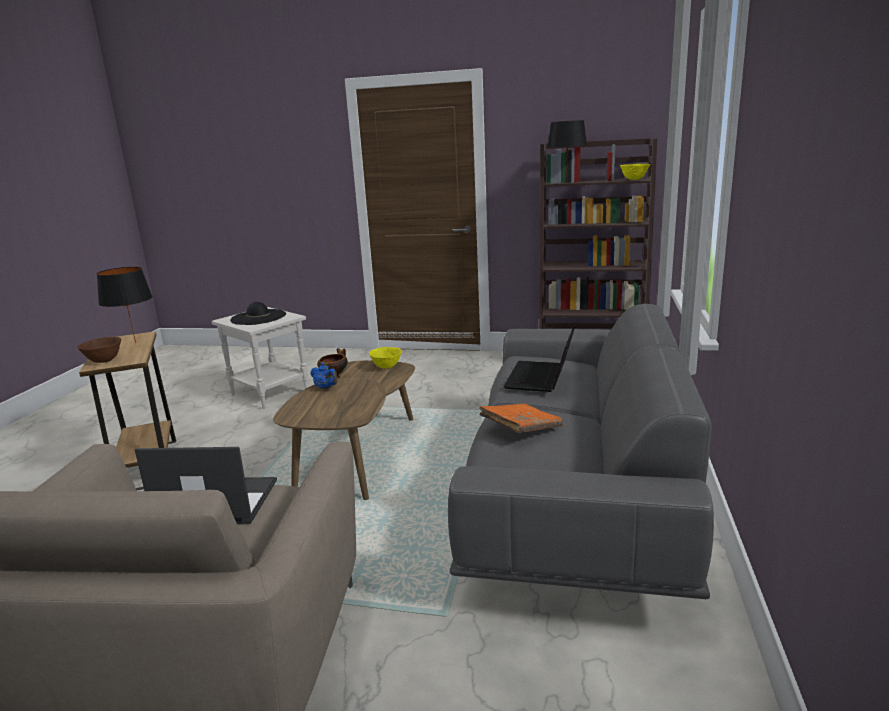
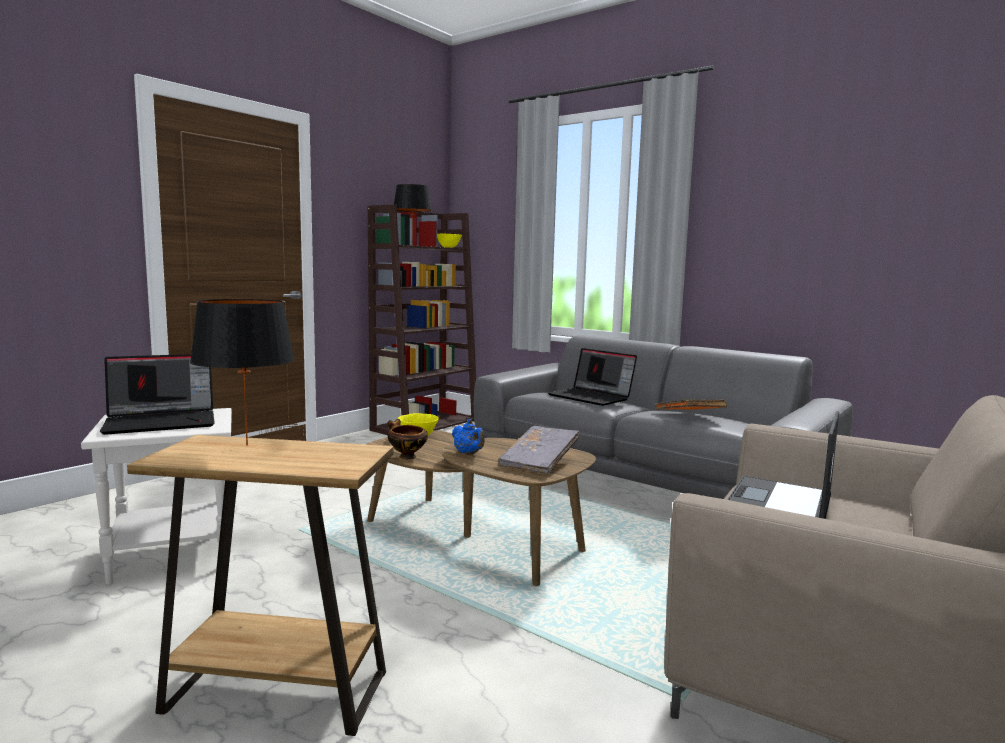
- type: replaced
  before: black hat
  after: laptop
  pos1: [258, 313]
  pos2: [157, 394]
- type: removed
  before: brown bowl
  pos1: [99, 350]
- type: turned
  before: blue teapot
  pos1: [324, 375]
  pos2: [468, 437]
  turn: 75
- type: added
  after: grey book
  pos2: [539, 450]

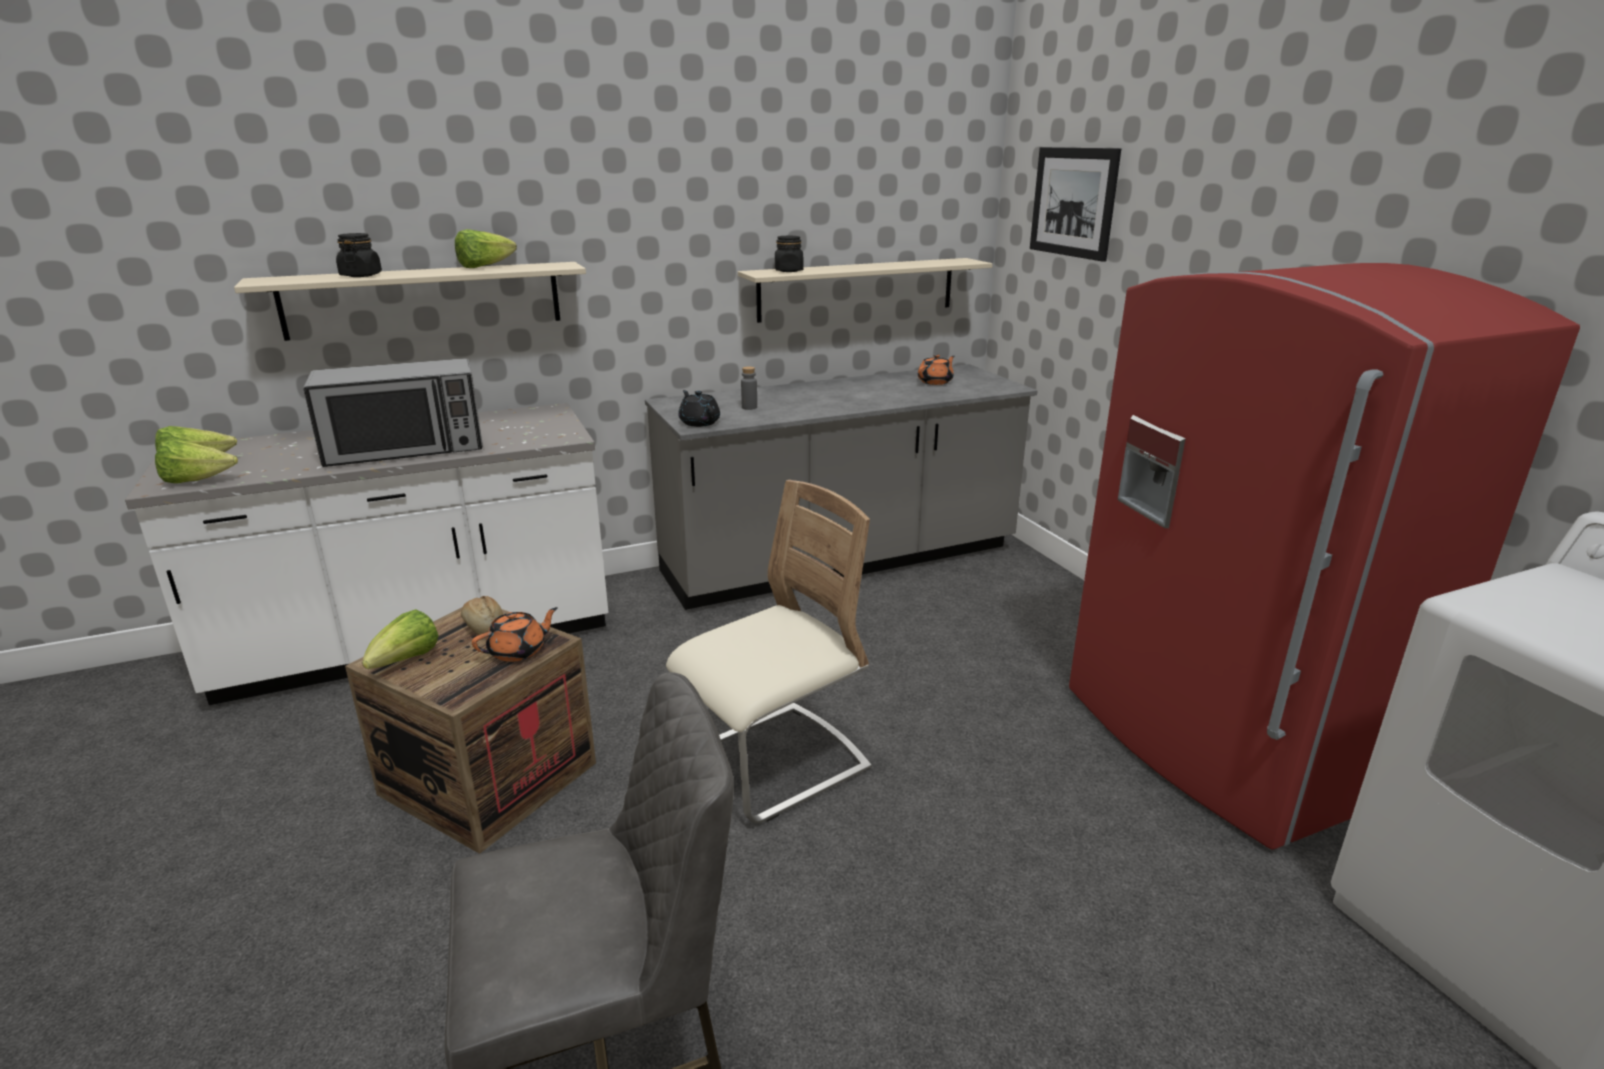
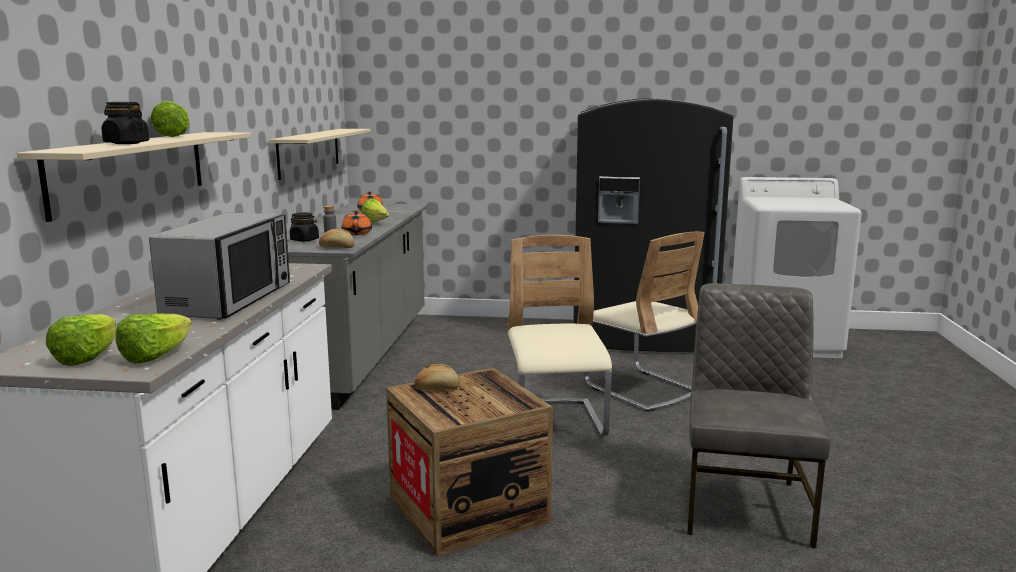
- type: removed
  before: picture
  pos1: [1075, 204]
- type: moved
  before: black jar
  pos1: [789, 254]
  pos2: [304, 227]
- type: recoloured
  before: red fridge
  after: black fridge
  pos1: [1324, 556]
  pos2: [653, 225]
- type: replaced
  before: black teapot
  after: bread
  pos1: [699, 408]
  pos2: [337, 238]
- type: moved
  before: orange teapot
  pos1: [515, 634]
  pos2: [357, 222]
- type: moved
  before: lettuce
  pos1: [400, 639]
  pos2: [376, 210]
- type: added
  after: beige chair
  pos2: [644, 322]

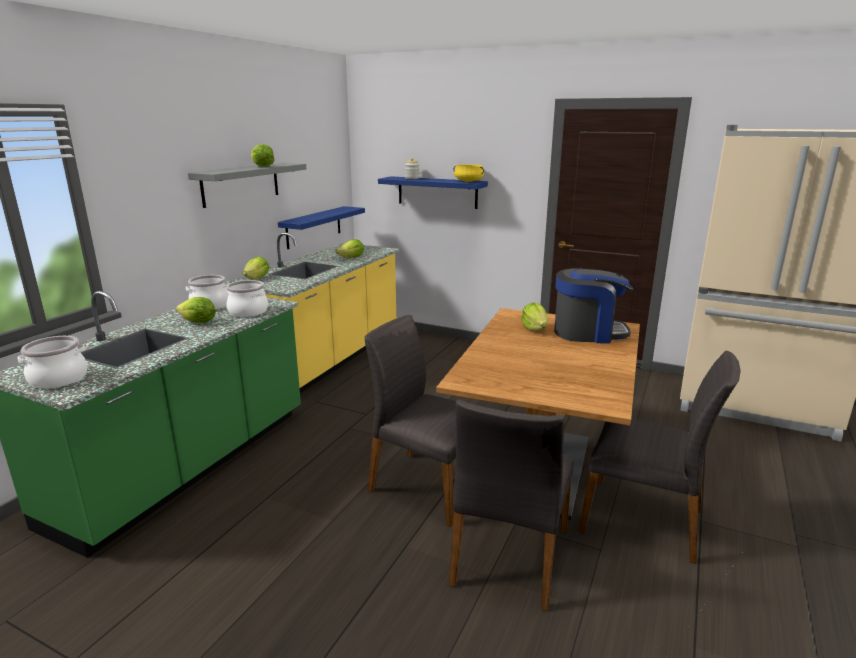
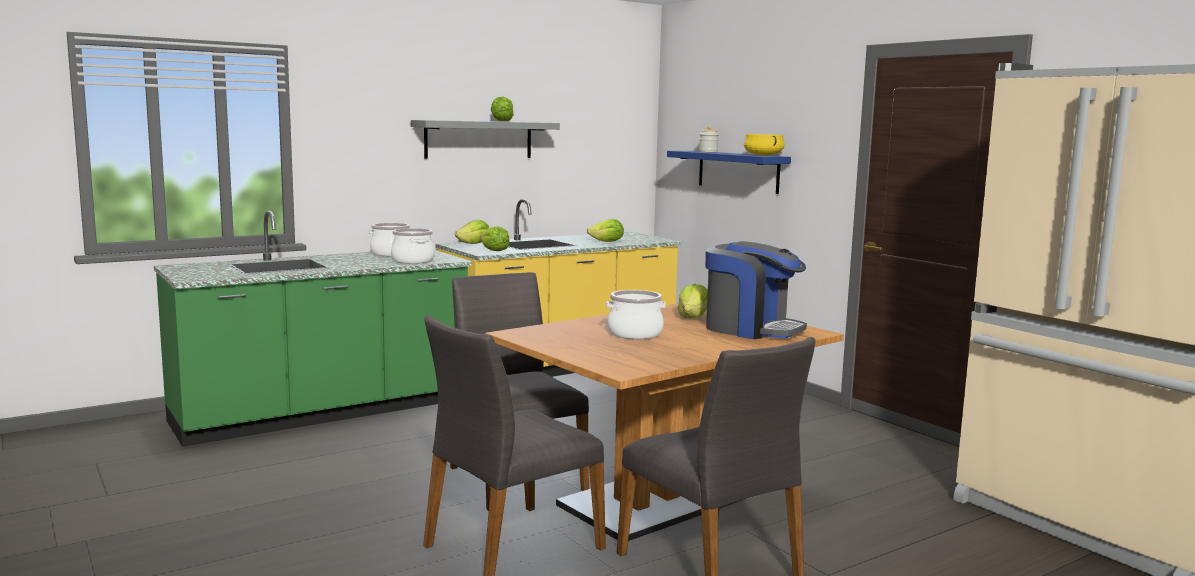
- type: removed
  before: blue shelf
  pos1: [321, 227]
- type: moved
  before: lettuce
  pos1: [196, 310]
  pos2: [495, 238]
- type: moved
  before: cooking pot
  pos1: [52, 362]
  pos2: [636, 314]

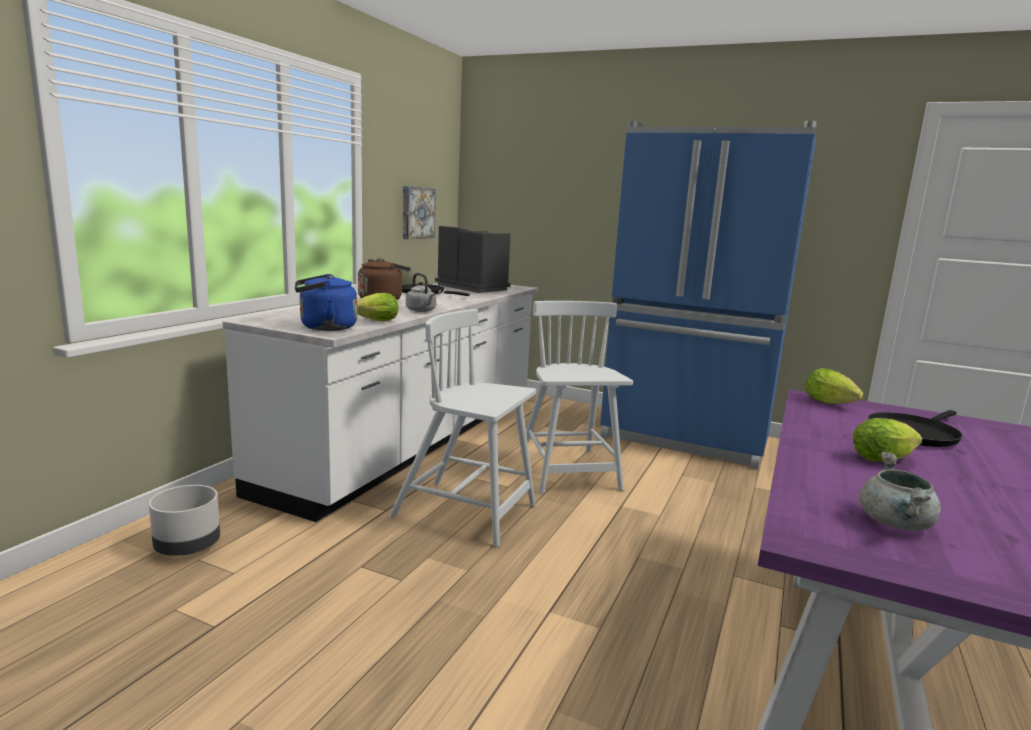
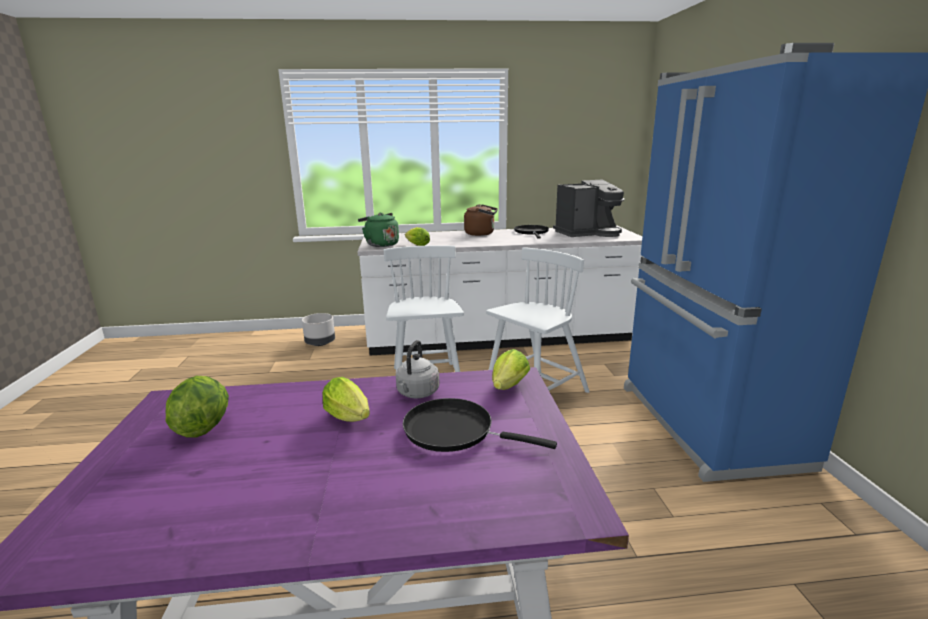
- type: removed
  before: picture
  pos1: [419, 212]
- type: turned
  before: coffee machine
  pos1: [473, 259]
  pos2: [588, 208]
  turn: 60
- type: moved
  before: grey kettle
  pos1: [421, 292]
  pos2: [418, 369]
- type: recoloured
  before: blue kettle
  after: green kettle
  pos1: [326, 302]
  pos2: [378, 230]
- type: replaced
  before: grey cooking pot
  after: lettuce
  pos1: [900, 491]
  pos2: [197, 407]

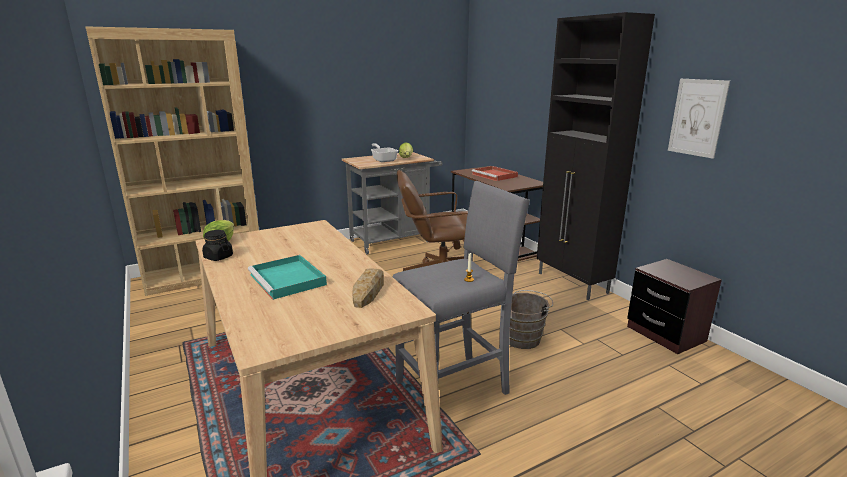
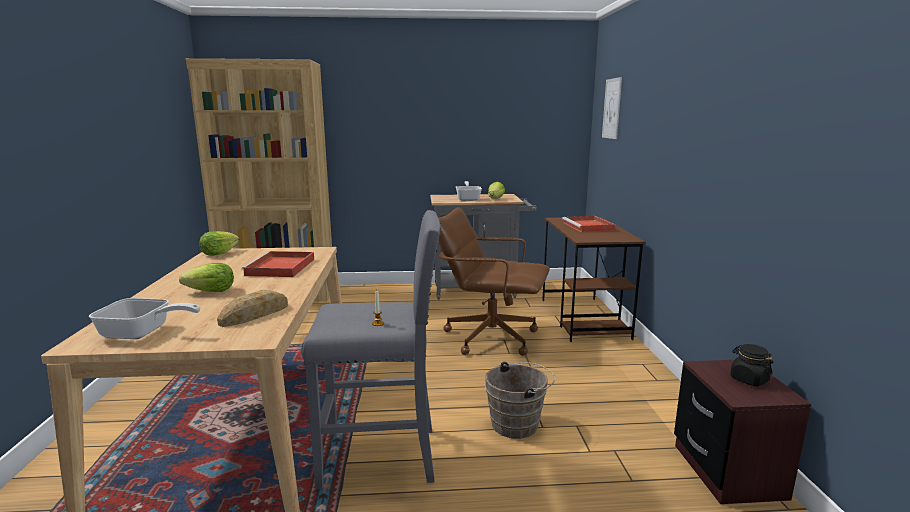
- type: removed
  before: black cabinet
  pos1: [596, 156]
- type: moved
  before: picture
  pos1: [699, 119]
  pos2: [612, 108]
- type: moved
  before: black jar
  pos1: [217, 245]
  pos2: [751, 365]
- type: replaced
  before: turquoise tray
  after: lettuce
  pos1: [287, 277]
  pos2: [206, 277]
- type: added
  after: red tray
  pos2: [277, 264]
- type: added
  after: frying pan
  pos2: [144, 318]

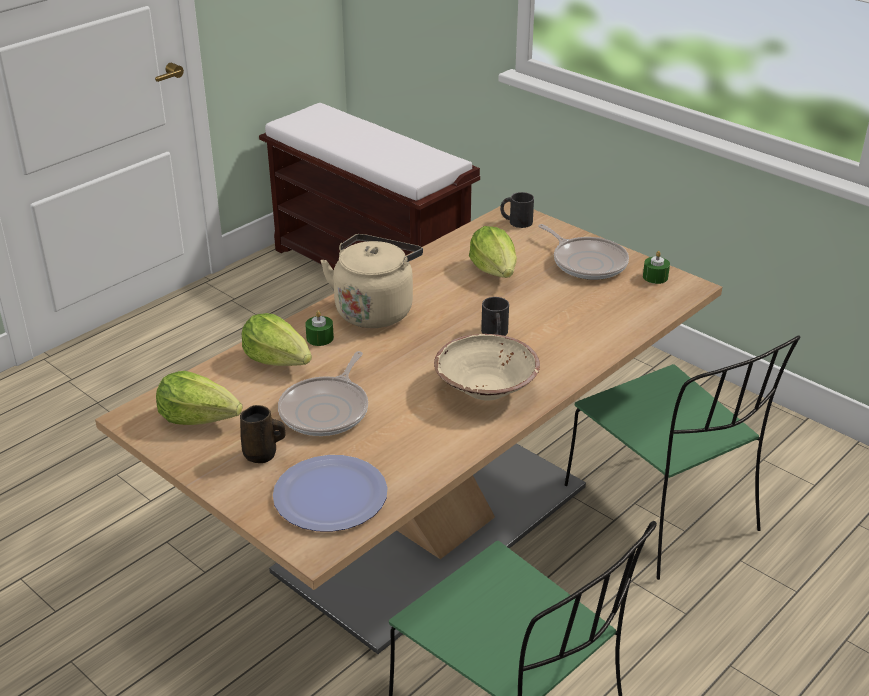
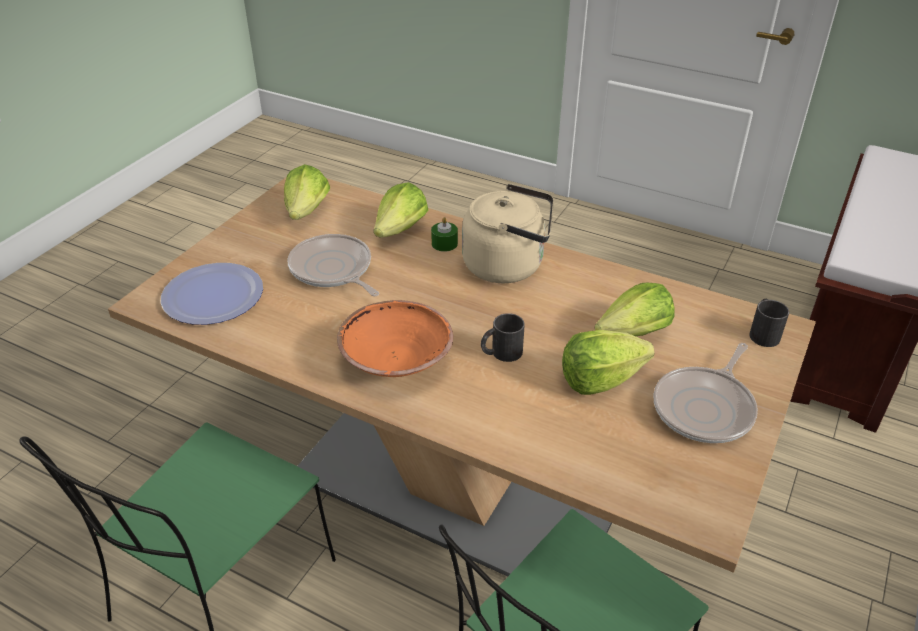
- type: removed
  before: green candle
  pos1: [656, 267]
- type: recoloured
  before: beige bowl
  after: orange bowl
  pos1: [487, 367]
  pos2: [395, 338]
- type: turned
  before: frying pan
  pos1: [323, 393]
  pos2: [333, 265]
  turn: 45
- type: removed
  before: brown mug
  pos1: [263, 434]
- type: added
  after: lettuce
  pos2: [608, 362]

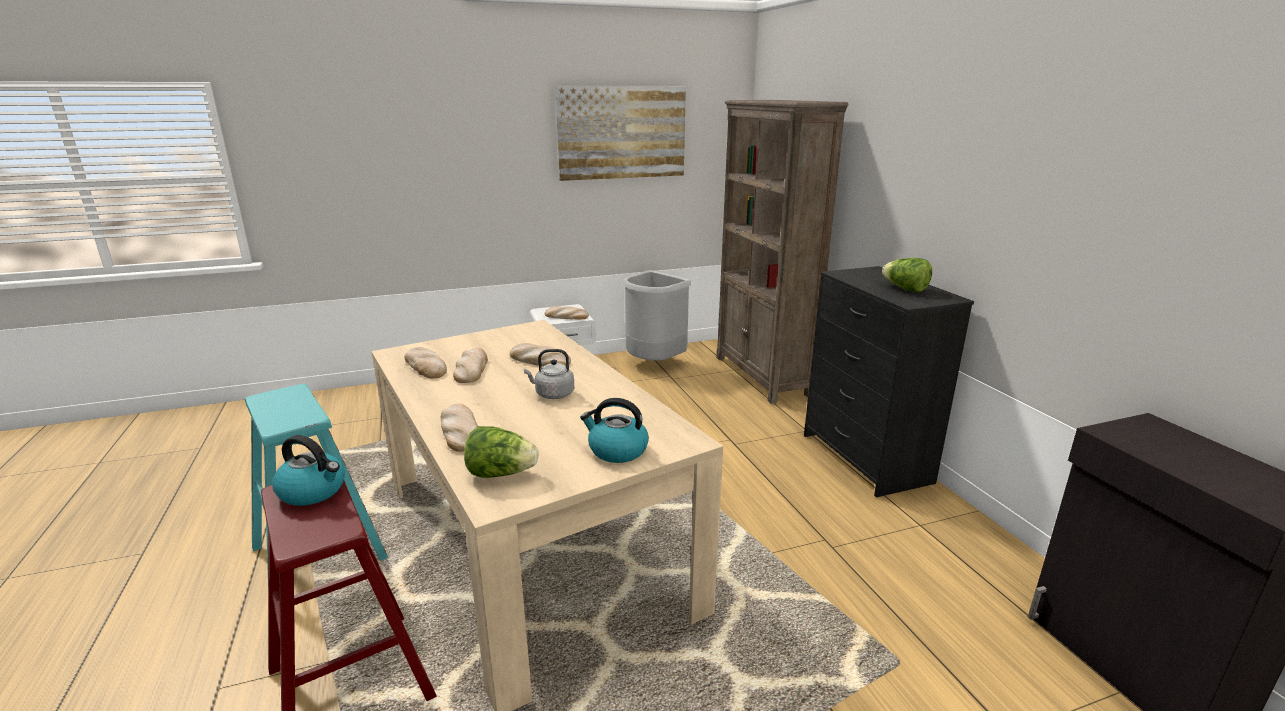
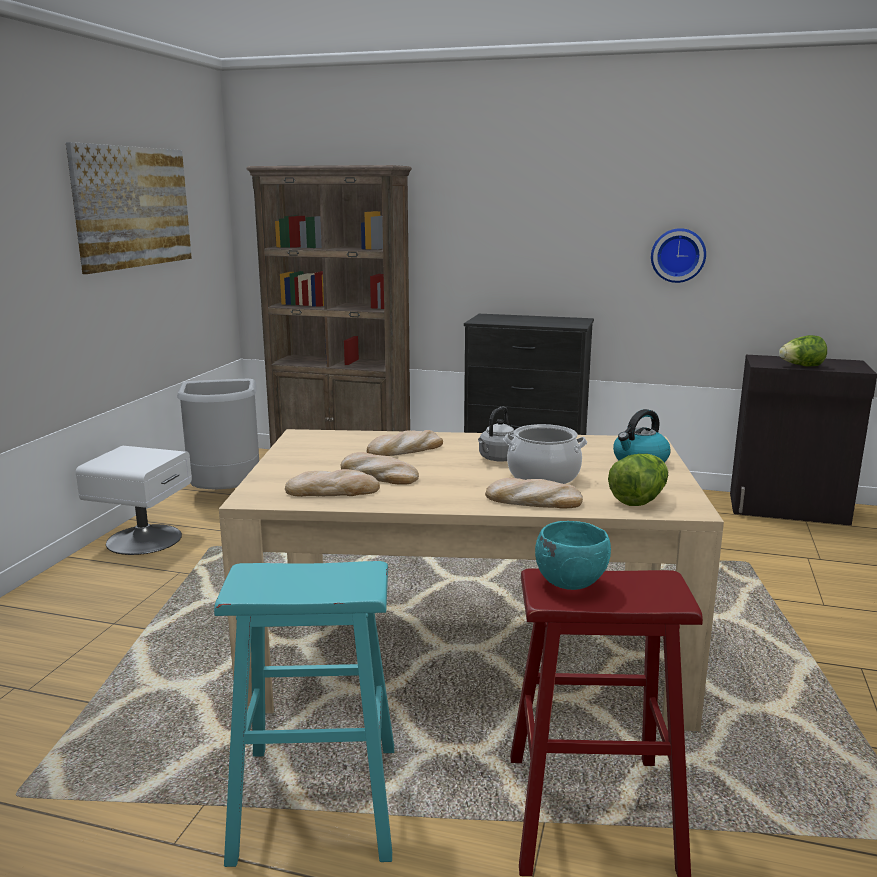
- type: moved
  before: lettuce
  pos1: [907, 275]
  pos2: [803, 351]
- type: removed
  before: bread
  pos1: [567, 313]
- type: replaced
  before: kettle
  after: turquoise bowl
  pos1: [308, 470]
  pos2: [573, 555]
- type: added
  after: wall clock
  pos2: [678, 255]
- type: added
  after: cooking pot
  pos2: [545, 454]

